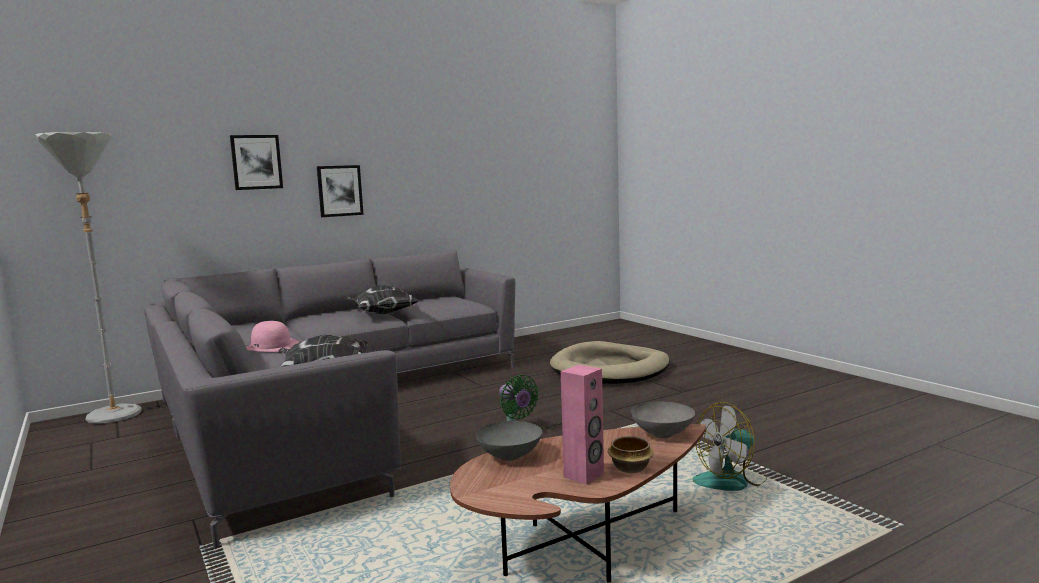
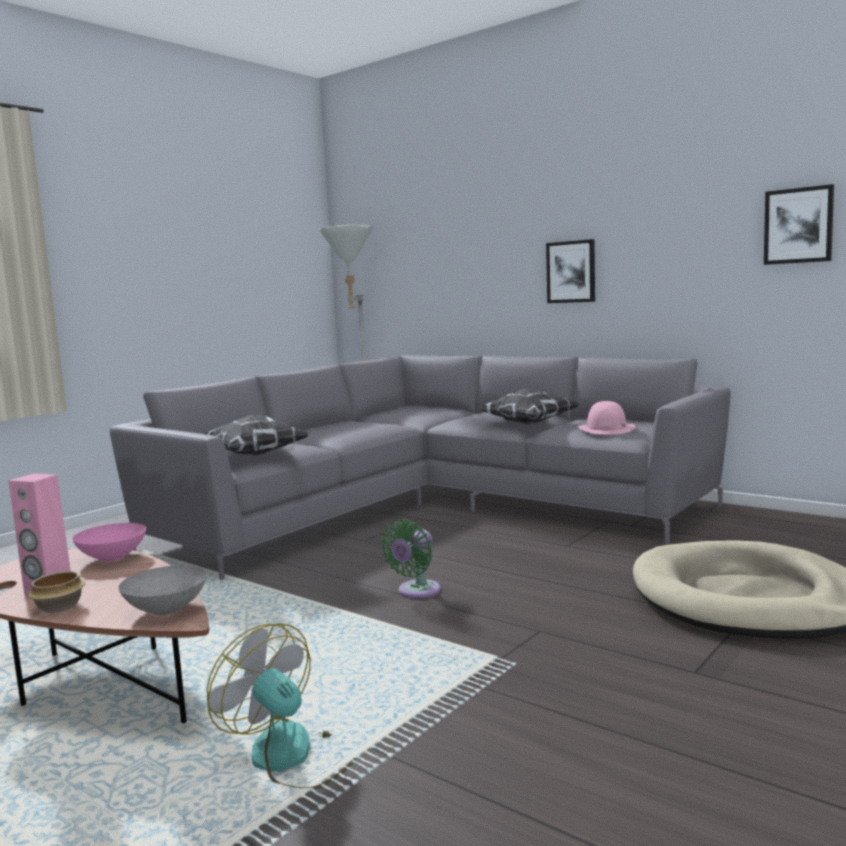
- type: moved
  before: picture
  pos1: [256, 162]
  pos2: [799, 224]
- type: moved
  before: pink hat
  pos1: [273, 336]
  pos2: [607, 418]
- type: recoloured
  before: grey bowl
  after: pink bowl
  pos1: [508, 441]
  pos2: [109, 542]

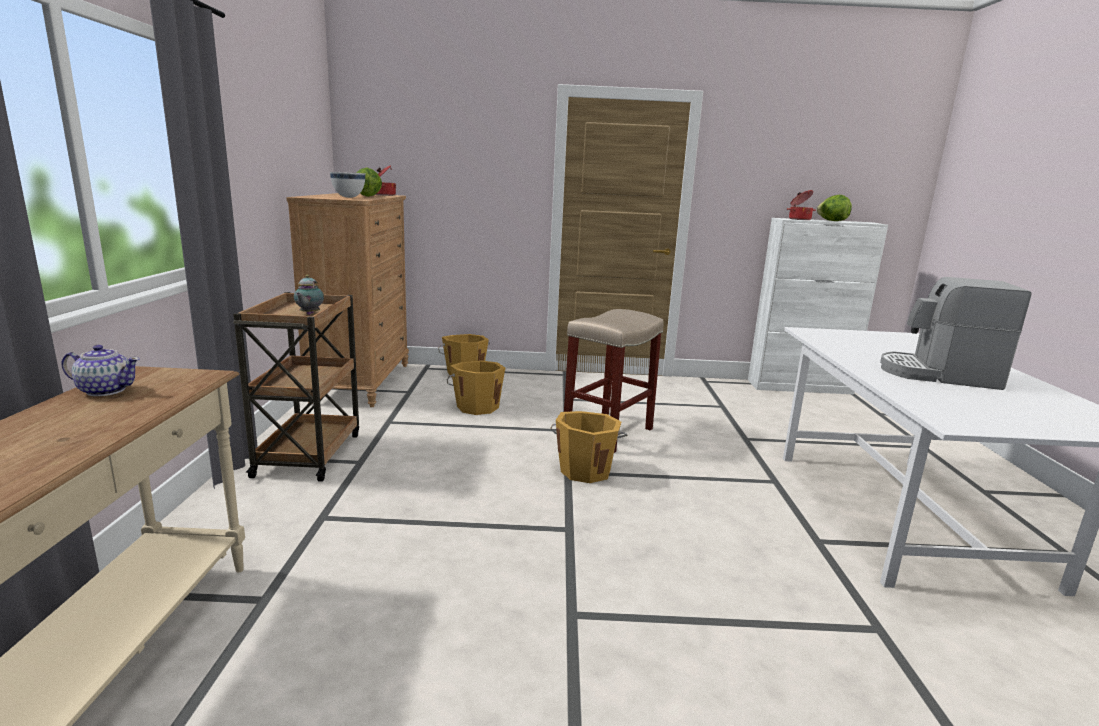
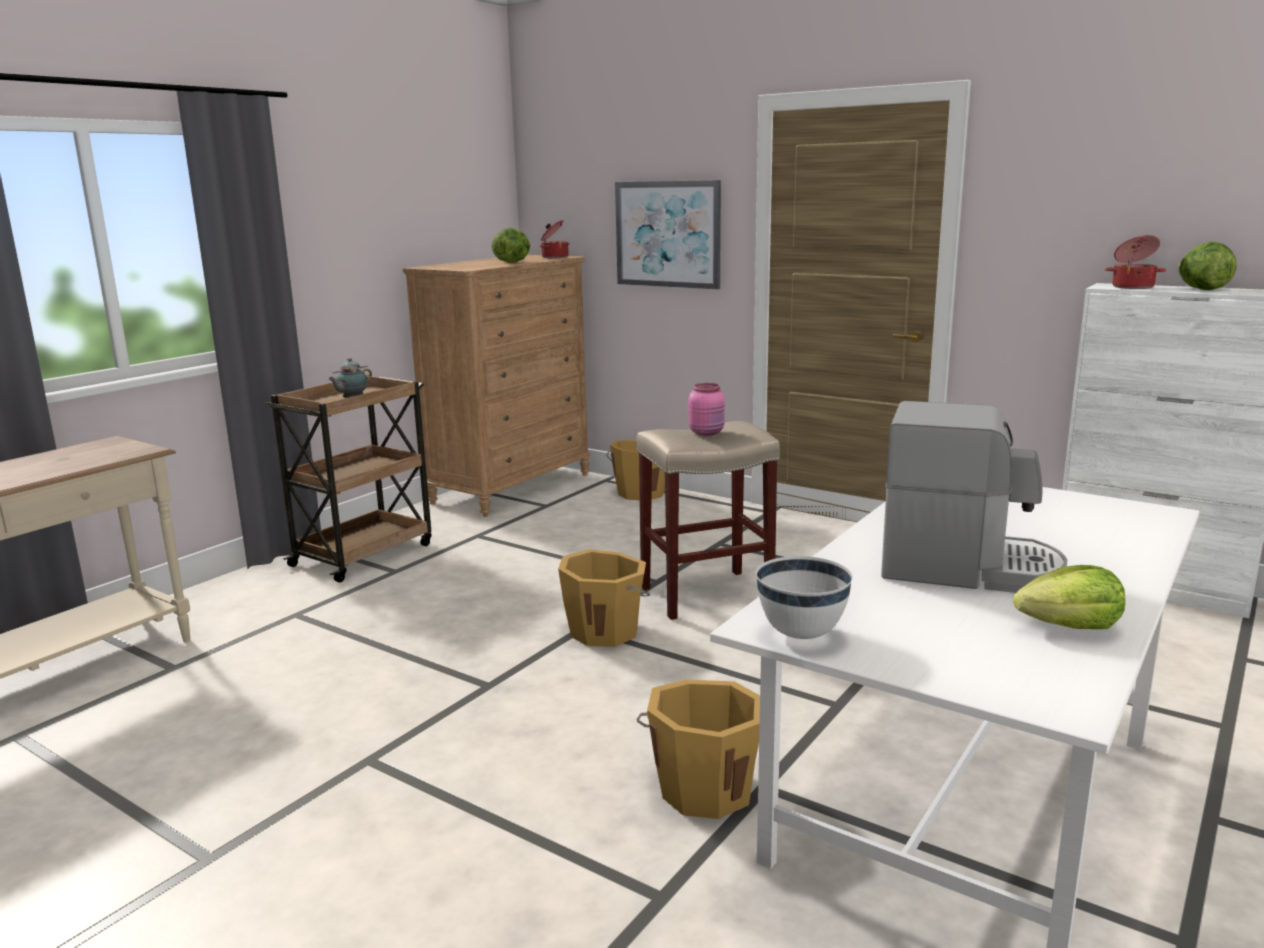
- type: moved
  before: white bowl
  pos1: [347, 185]
  pos2: [804, 597]
- type: turned
  before: coffee machine
  pos1: [956, 333]
  pos2: [974, 497]
  turn: 150
- type: removed
  before: teapot
  pos1: [101, 370]
- type: moved
  before: orange bucket
  pos1: [476, 387]
  pos2: [698, 749]
- type: added
  after: picture
  pos2: [668, 234]
- type: added
  after: pink jar
  pos2: [707, 409]
- type: added
  after: lettuce
  pos2: [1069, 597]

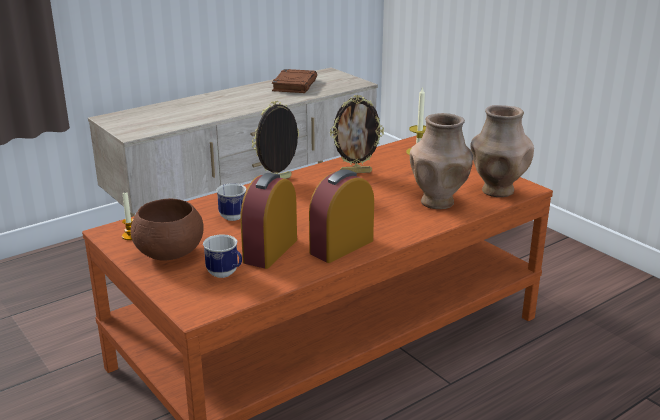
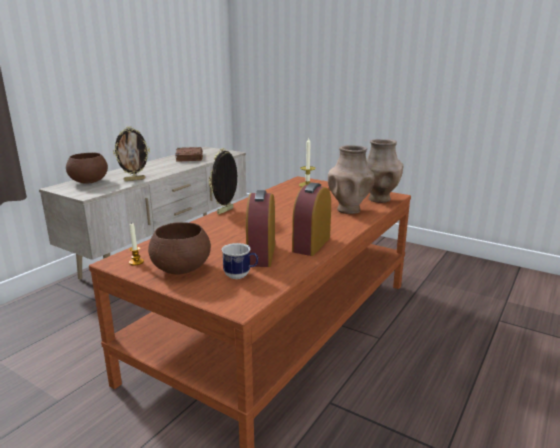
- type: moved
  before: picture frame
  pos1: [357, 134]
  pos2: [131, 153]
- type: removed
  before: mug
  pos1: [231, 202]
- type: added
  after: brown bowl
  pos2: [87, 168]

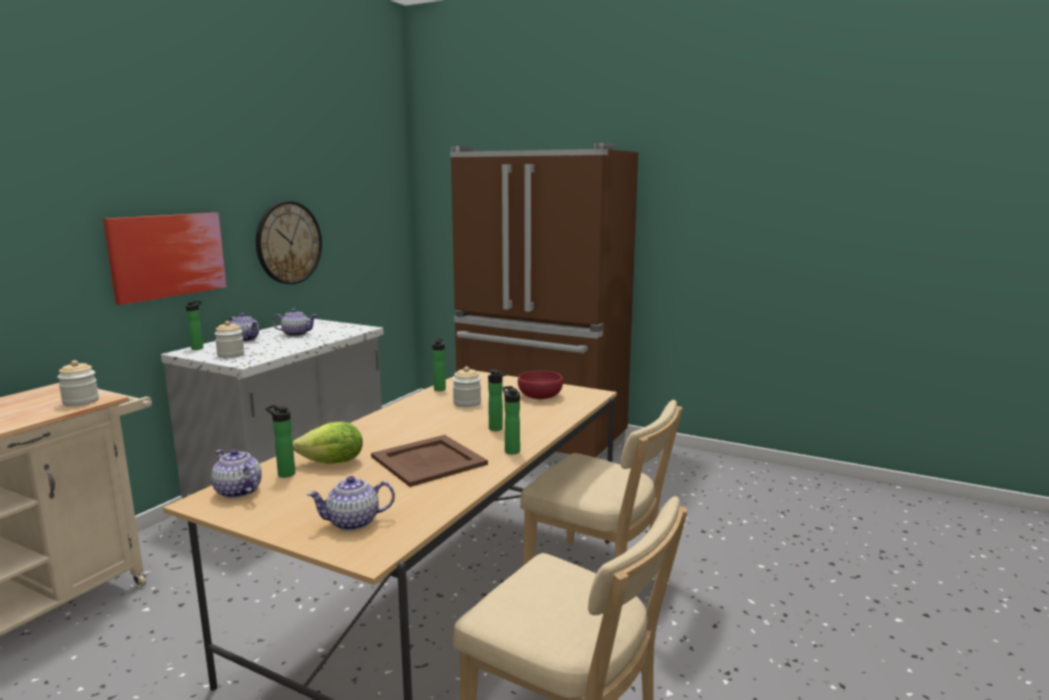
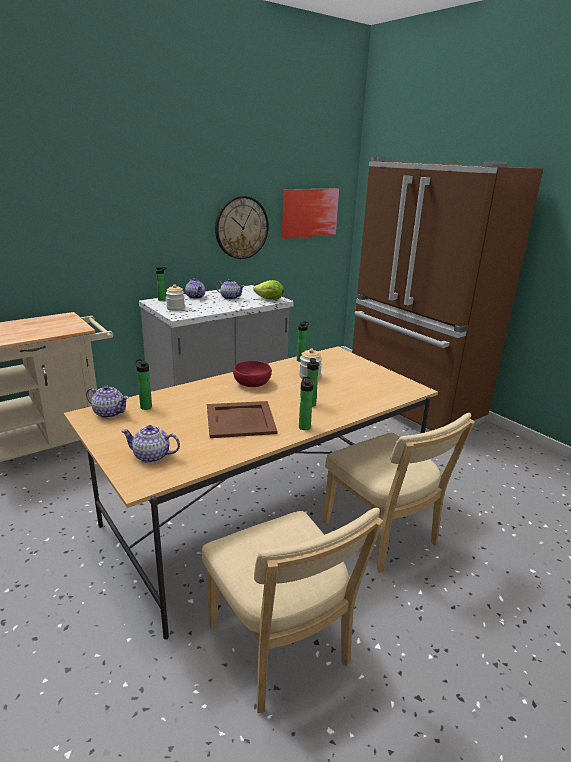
- type: moved
  before: picture
  pos1: [165, 259]
  pos2: [310, 214]
- type: removed
  before: jar
  pos1: [78, 383]
- type: moved
  before: red bowl
  pos1: [540, 385]
  pos2: [252, 374]
- type: moved
  before: lettuce
  pos1: [328, 442]
  pos2: [268, 290]
- type: turned
  before: teapot
  pos1: [236, 473]
  pos2: [107, 401]
  turn: 135

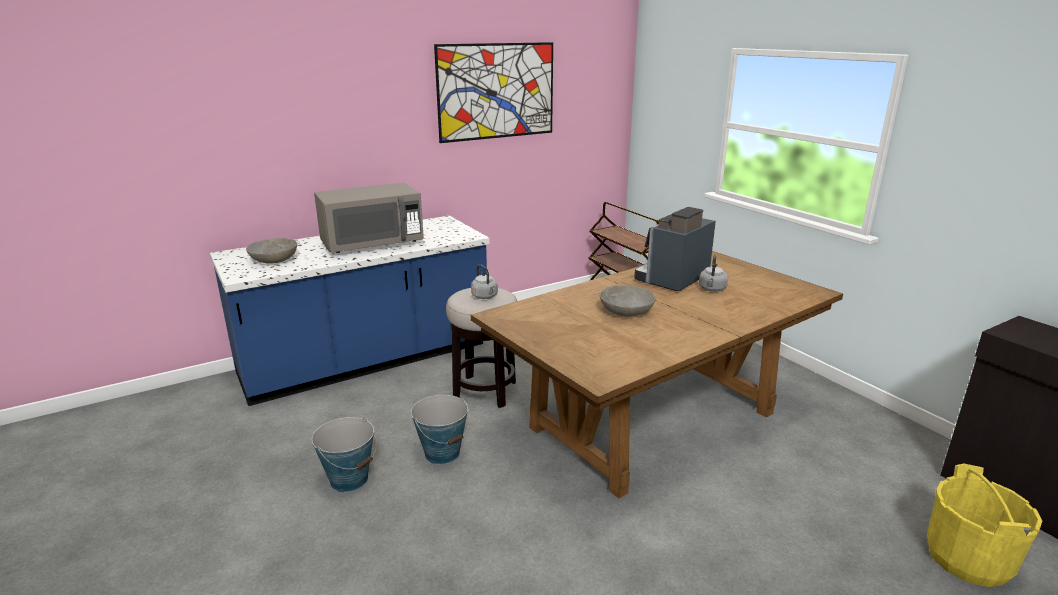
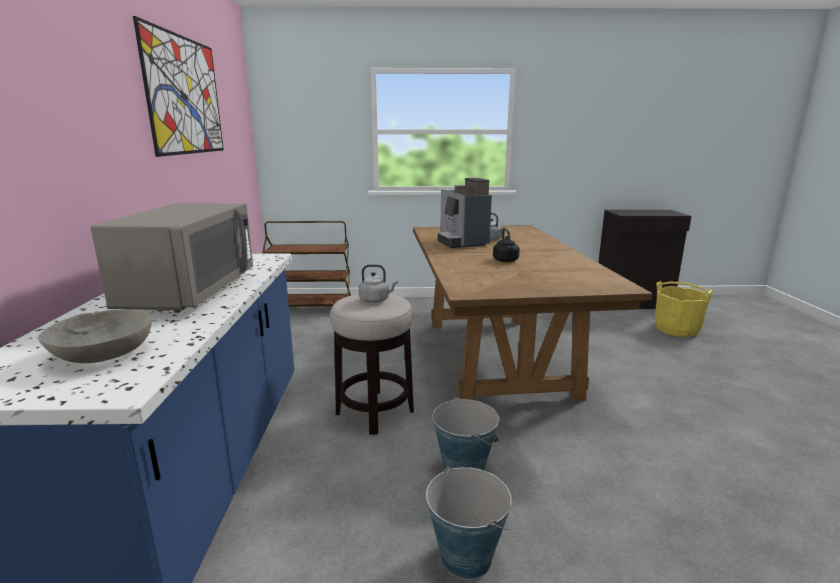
- type: replaced
  before: grey bowl
  after: black kettle
  pos1: [627, 301]
  pos2: [506, 245]

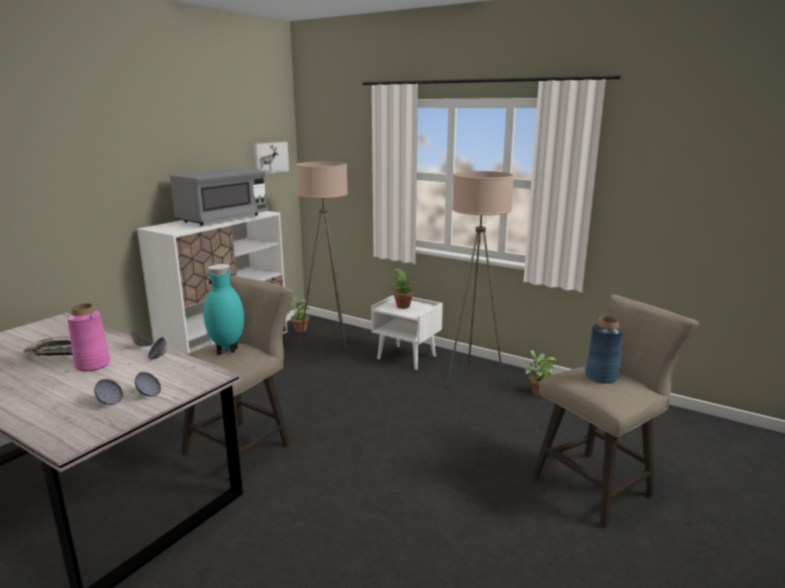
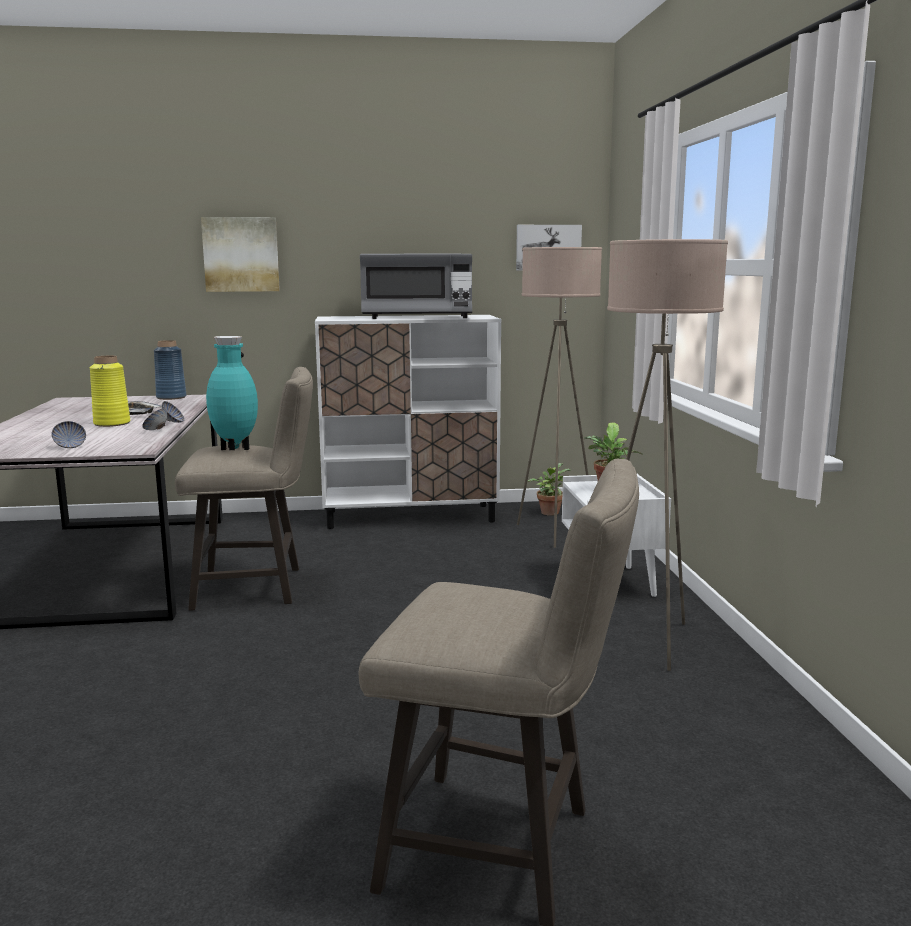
- type: recoloured
  before: pink vase
  after: yellow vase
  pos1: [88, 337]
  pos2: [110, 391]
- type: moved
  before: blue vase
  pos1: [604, 350]
  pos2: [170, 370]
- type: removed
  before: potted plant
  pos1: [541, 373]
- type: removed
  before: bowl
  pos1: [108, 392]
- type: added
  after: picture
  pos2: [240, 254]

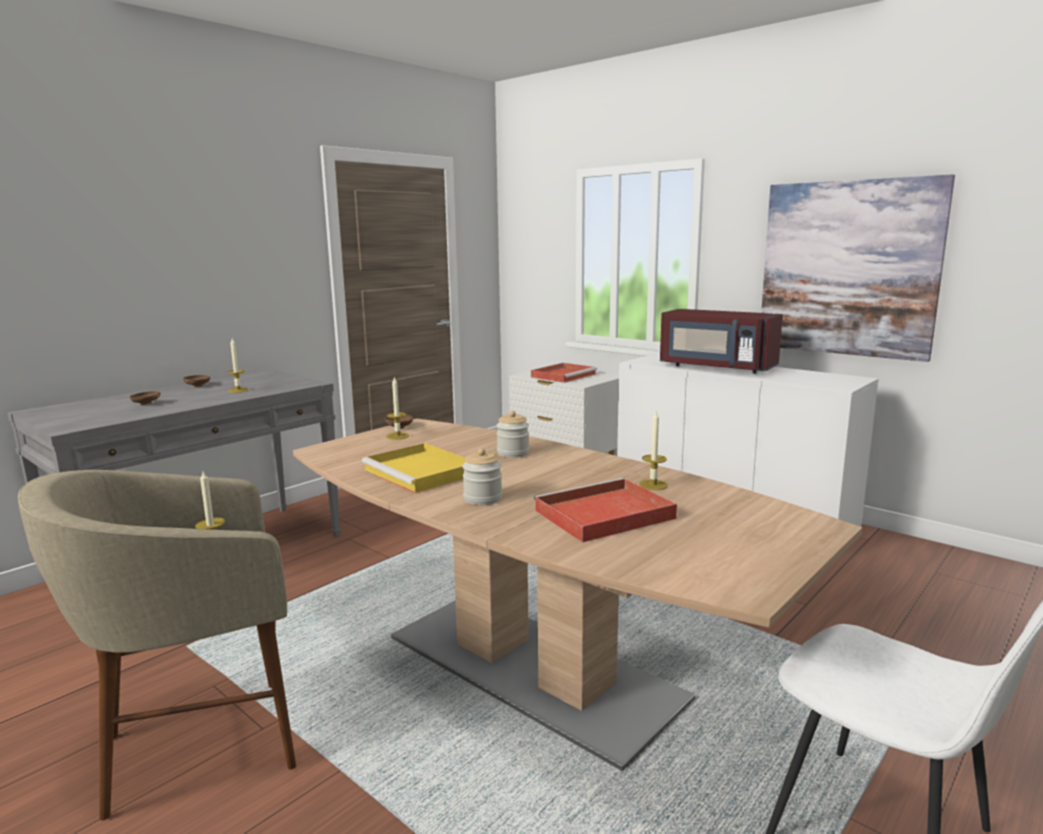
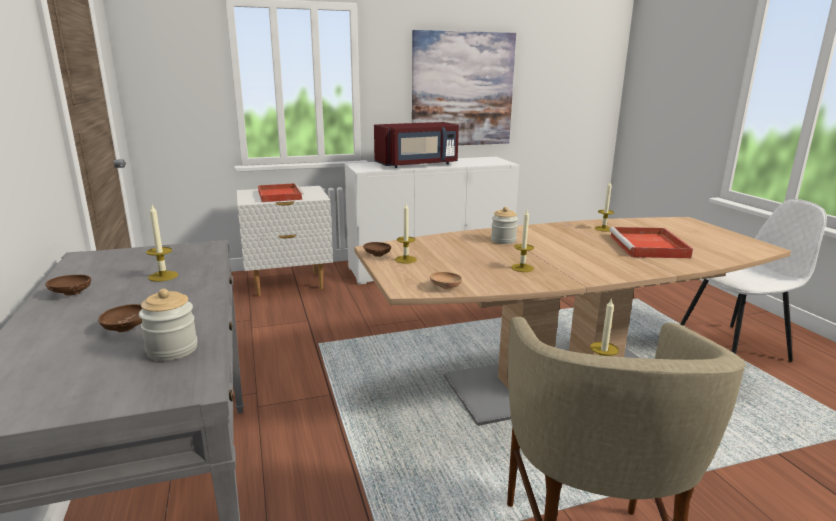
- type: replaced
  before: yellow tray
  after: candle
  pos1: [414, 468]
  pos2: [522, 241]
- type: moved
  before: jar
  pos1: [482, 476]
  pos2: [168, 325]
- type: added
  after: brown bowl
  pos2: [446, 281]

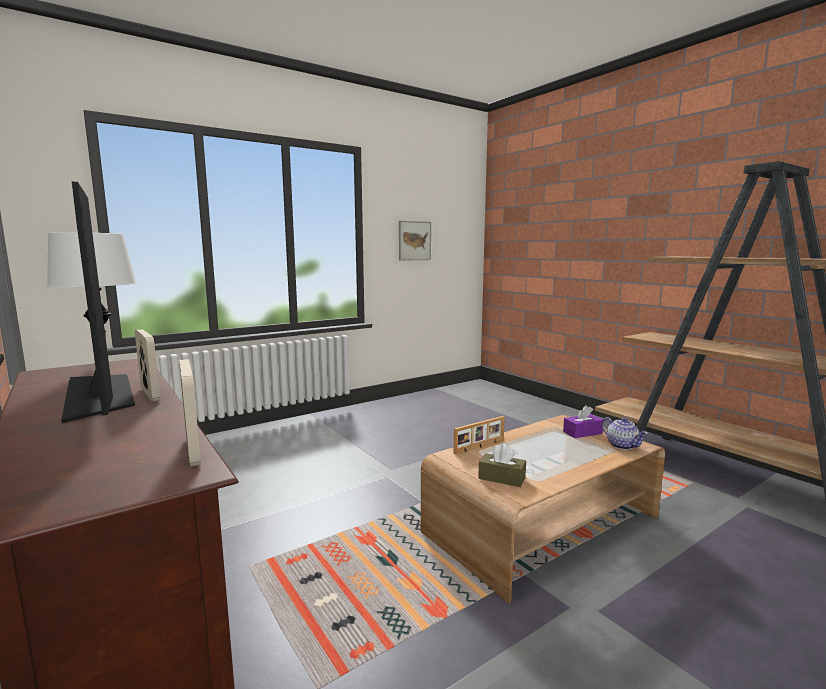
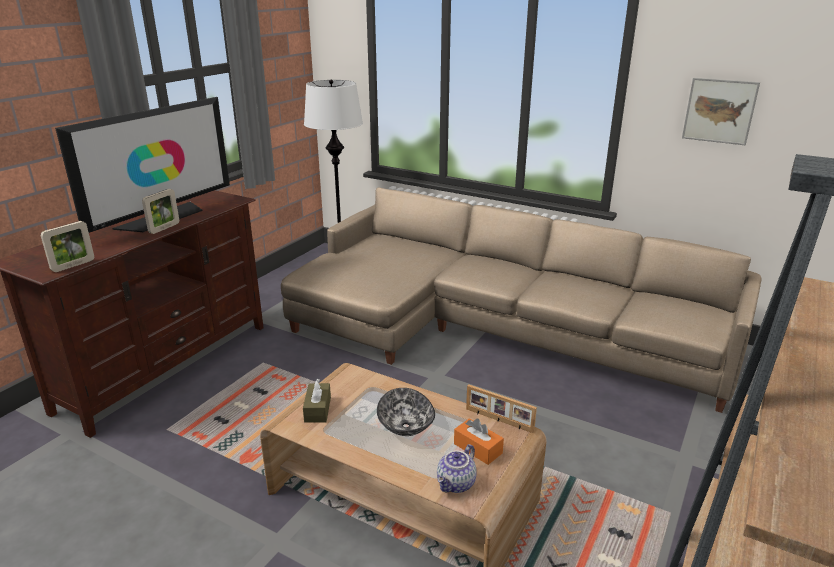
- type: recoloured
  before: purple tissue box
  after: orange tissue box
  pos1: [583, 421]
  pos2: [479, 441]
- type: moved
  before: picture frame
  pos1: [479, 435]
  pos2: [501, 408]
- type: added
  after: beige sofa
  pos2: [521, 300]
- type: added
  after: bowl
  pos2: [406, 412]

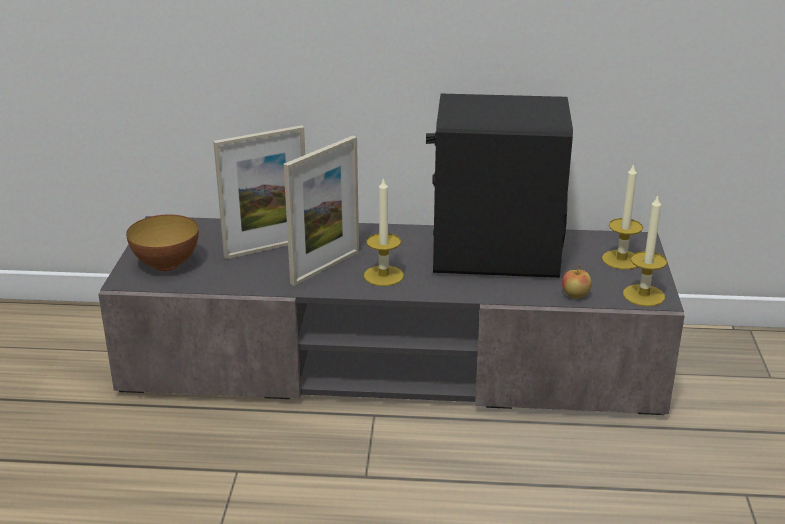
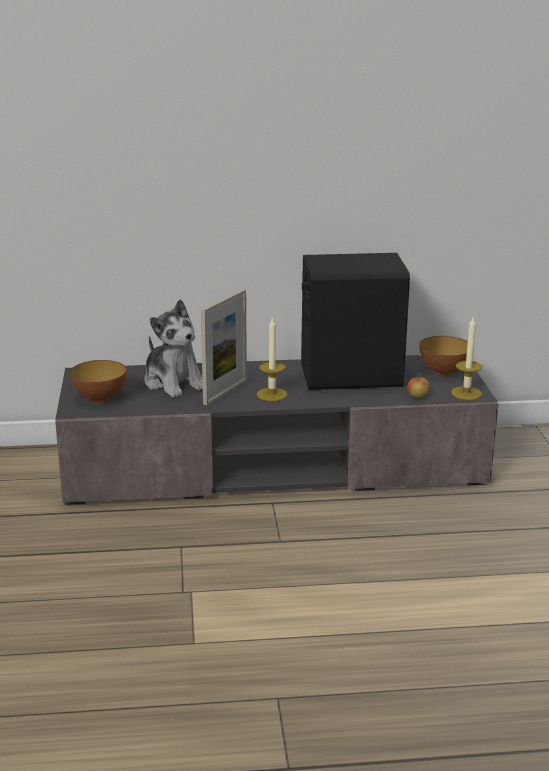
- type: replaced
  before: picture frame
  after: plush toy
  pos1: [259, 192]
  pos2: [173, 348]
- type: replaced
  before: candle
  after: bowl
  pos1: [622, 216]
  pos2: [444, 356]

